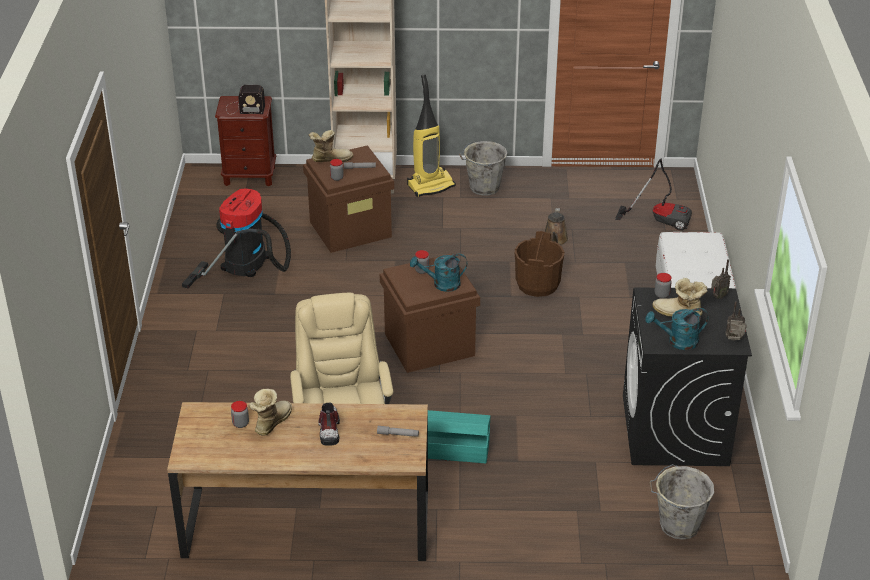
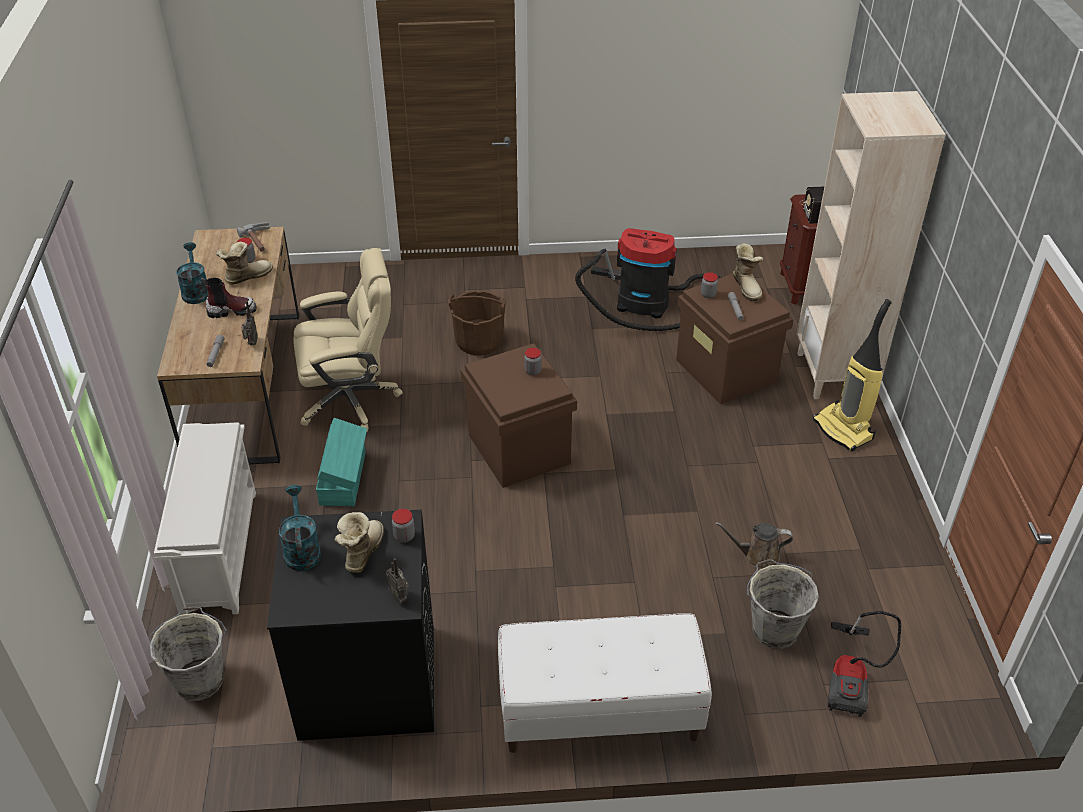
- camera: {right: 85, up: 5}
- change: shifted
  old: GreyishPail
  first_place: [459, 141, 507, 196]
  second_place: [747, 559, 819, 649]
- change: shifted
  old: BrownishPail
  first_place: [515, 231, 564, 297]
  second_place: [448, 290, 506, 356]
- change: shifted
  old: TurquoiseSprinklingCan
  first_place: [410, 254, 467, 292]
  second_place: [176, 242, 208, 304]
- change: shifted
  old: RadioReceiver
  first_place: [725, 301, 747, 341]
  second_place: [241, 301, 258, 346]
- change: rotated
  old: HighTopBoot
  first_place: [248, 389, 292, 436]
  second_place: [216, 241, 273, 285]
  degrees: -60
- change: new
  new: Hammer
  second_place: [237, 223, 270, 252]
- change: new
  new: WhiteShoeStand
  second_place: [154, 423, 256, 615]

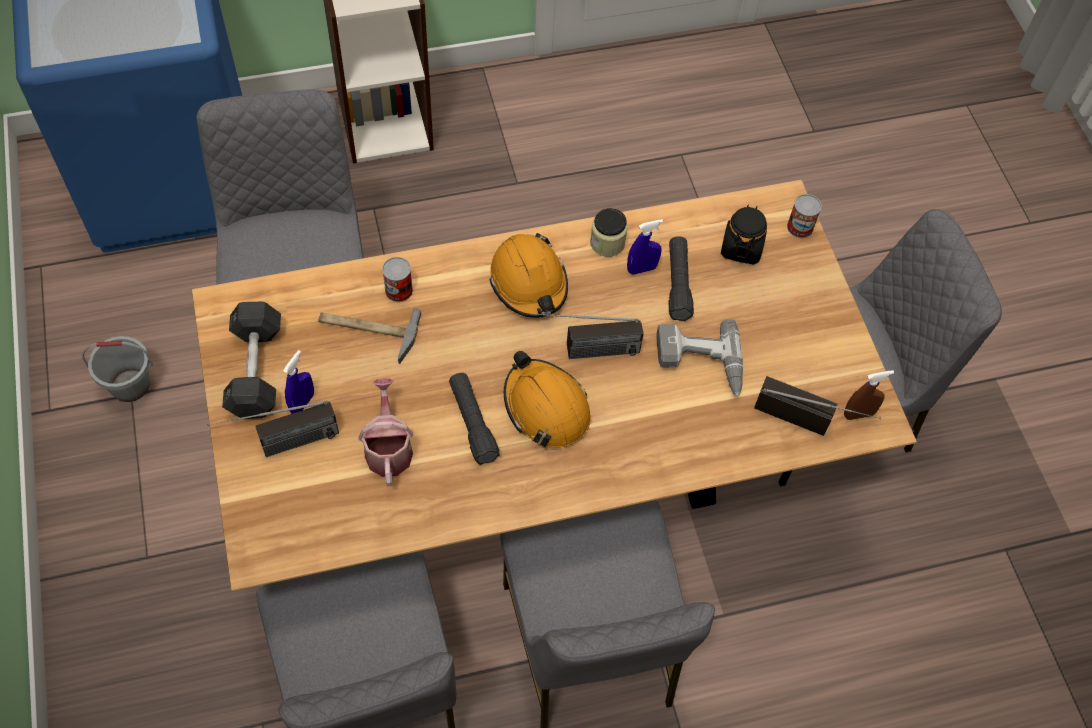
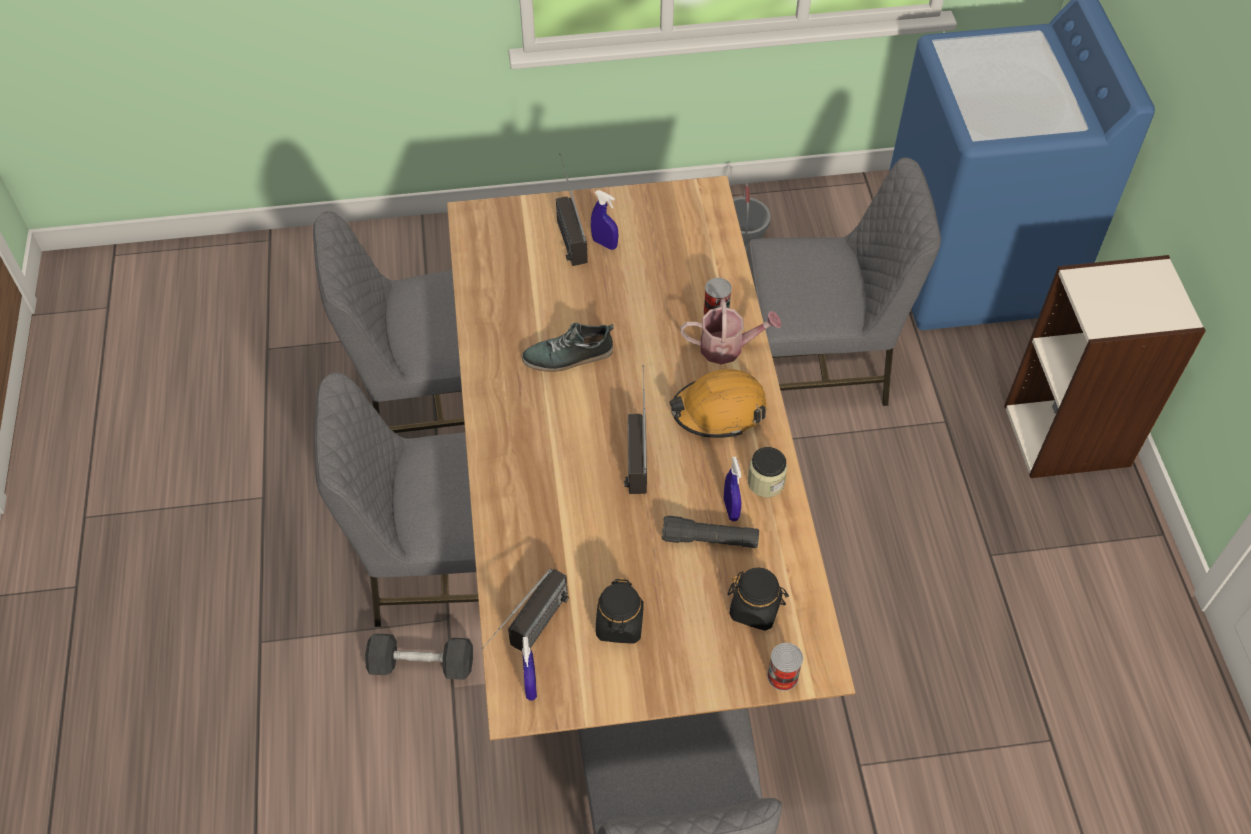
- camera: {right: 100, up: -5}
- change: shifted
  old: GreyishHandWeight
  first_place: [222, 302, 281, 419]
  second_place: [365, 634, 473, 680]
- change: gone
  old: Hammer
  first_place: [318, 308, 421, 364]
- change: gone
  old: PowerDrill
  first_place: [656, 319, 743, 396]
- change: gone
  old: OrangeyHardHat
  first_place: [504, 351, 591, 448]
- change: repainted
  old: BrownishSprayer
  new: BluishSprayer
  first_place: [844, 370, 894, 420]
  second_place: [522, 637, 537, 701]
- change: swapped
  old: BlackColouredHandTorch
  new: LowShoe
  first_place: [449, 373, 500, 465]
  second_place: [522, 322, 614, 372]
- change: shifted
  old: SprinklingCan
  first_place: [358, 378, 413, 486]
  second_place: [680, 299, 782, 365]
- change: new
  new: BlackColouredPreserveJar
  second_place: [596, 578, 644, 644]

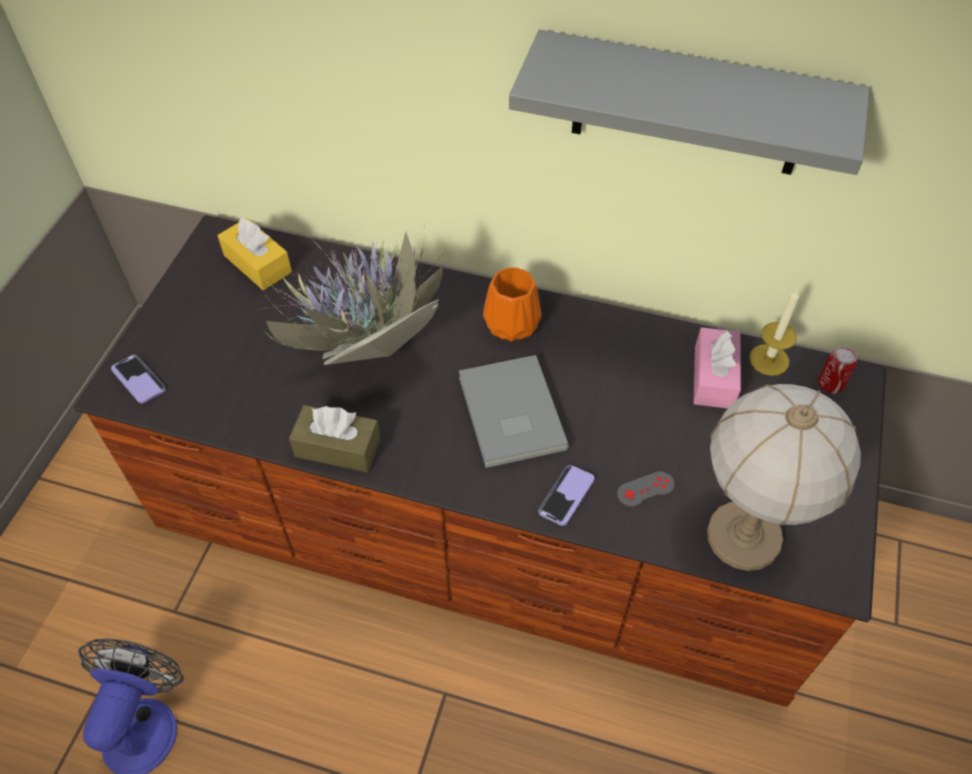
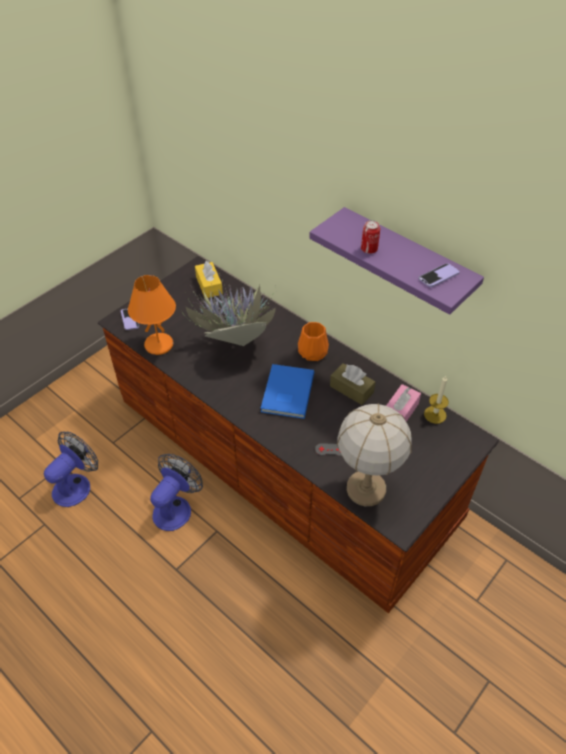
- camera: {right: 25, up: -5}
- change: repainted
  old: GreyishShelf
  new: PurpleColouredShelf
  first_place: [509, 30, 870, 175]
  second_place: [309, 207, 484, 315]
- change: shifted
  old: Can
  first_place: [818, 346, 857, 394]
  second_place: [361, 220, 380, 254]
- change: repainted
  old: GreyishBoundBook
  new: BluishBoundBook
  first_place: [459, 355, 569, 468]
  second_place: [260, 364, 314, 419]
- change: shifted
  old: BrownishBoxOfTissues
  first_place: [289, 405, 381, 472]
  second_place: [330, 363, 375, 405]
- change: shifted
  old: Telephone
  first_place: [538, 465, 594, 526]
  second_place: [419, 264, 460, 287]
- change: new
  new: OrangeyTableLamp
  second_place: [128, 275, 176, 355]
- change: new
  new: ElectricFan
  second_place: [150, 454, 203, 531]

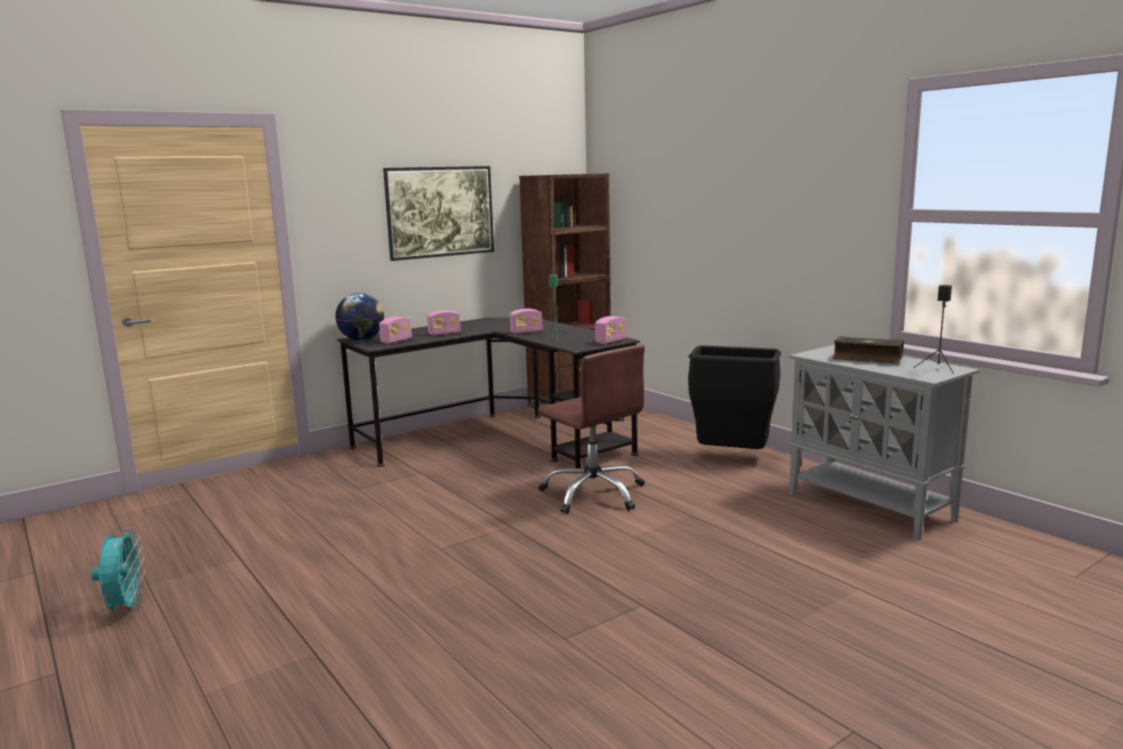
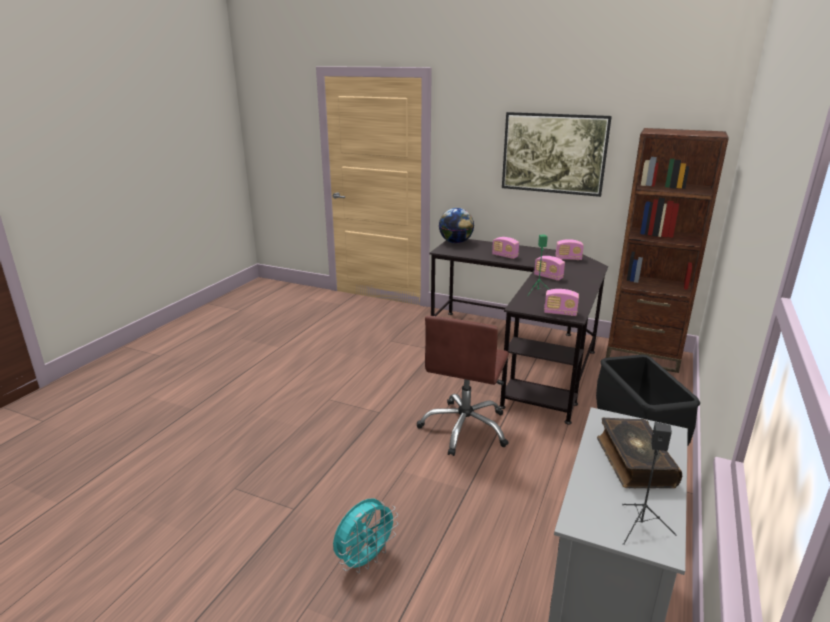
- camera: {right: 60, up: 10}
- change: shifted
  old: RadioReceiver
  first_place: [379, 317, 412, 344]
  second_place: [555, 239, 584, 260]
- change: shifted
  old: TurquoiseElectricFan
  first_place: [91, 527, 146, 613]
  second_place: [333, 498, 398, 573]

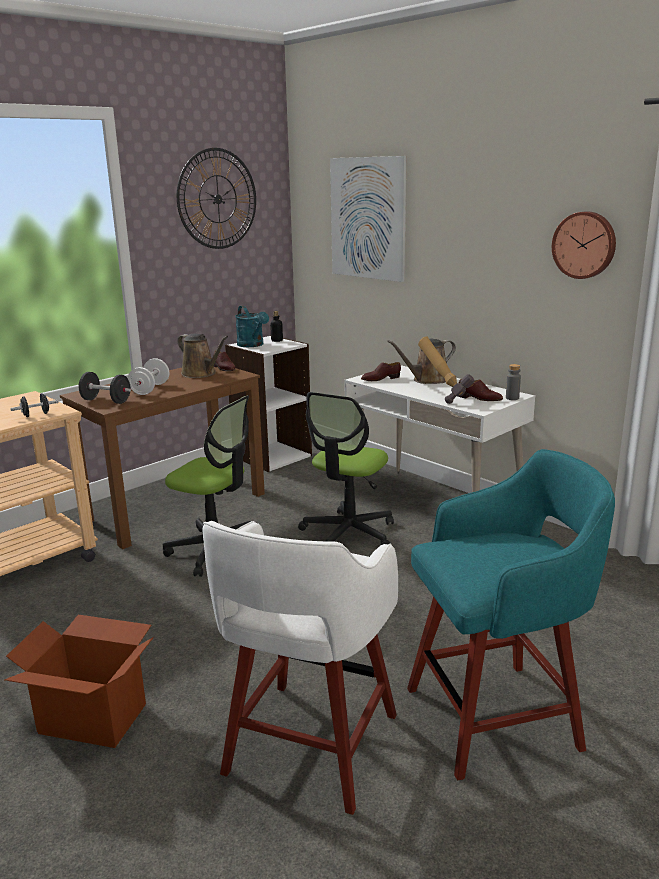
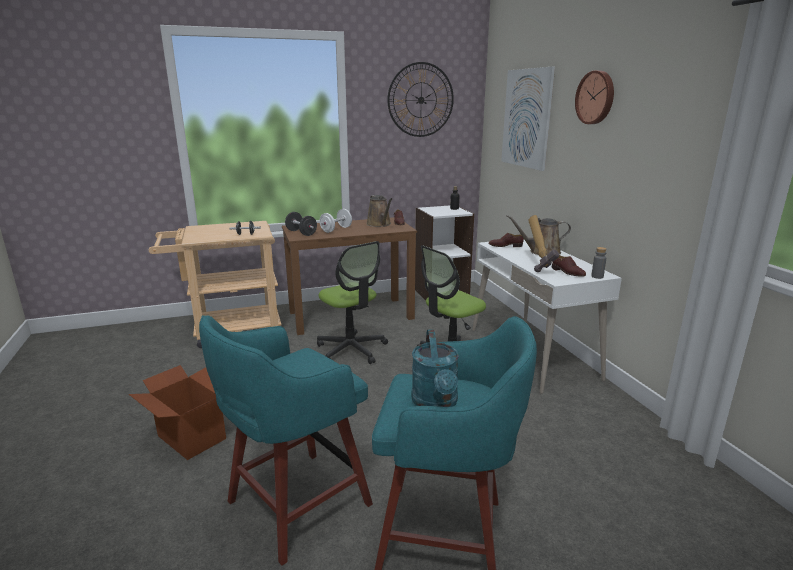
- camera: {right: 25, up: 0}
- change: shifted
  old: WallClock
  first_place: [552, 211, 616, 279]
  second_place: [575, 70, 614, 124]
- change: shifted
  old: TurquoiseSprinklingCan
  first_place: [235, 305, 269, 347]
  second_place: [411, 329, 459, 407]
- change: repainted
  old: WhiteSittingStool
  new: TurquoiseSittingStool
  first_place: [202, 521, 398, 815]
  second_place: [199, 315, 373, 566]

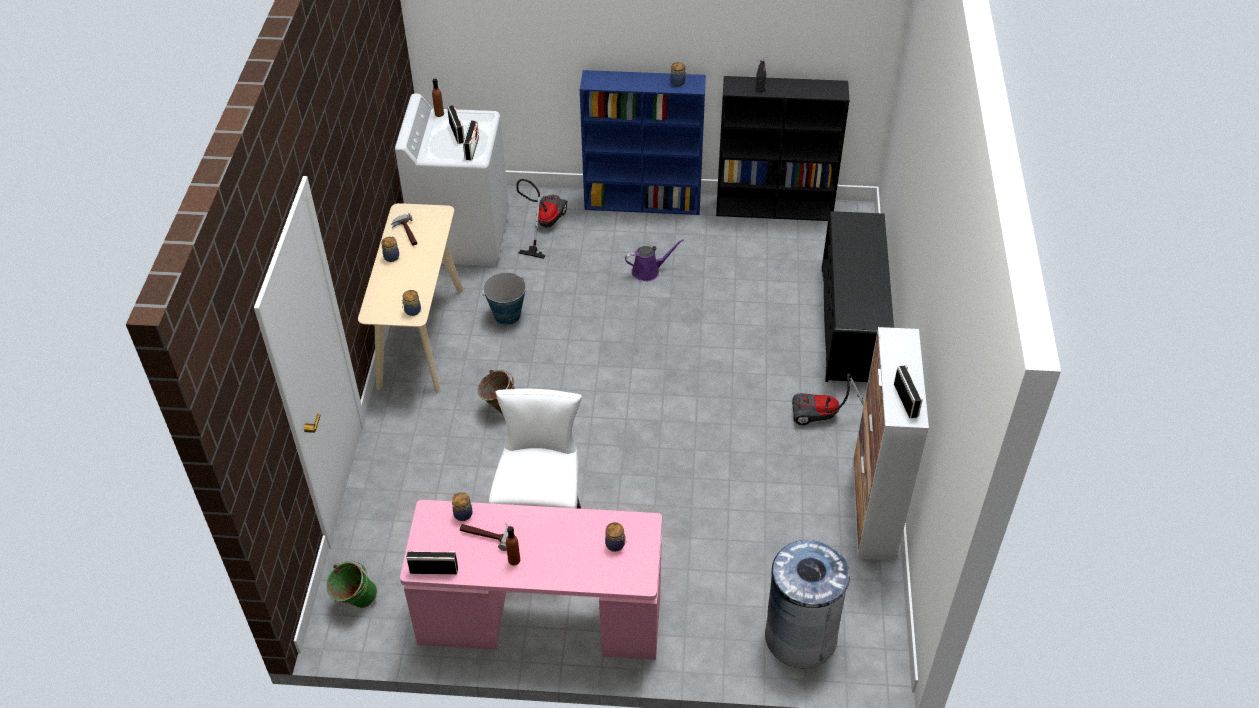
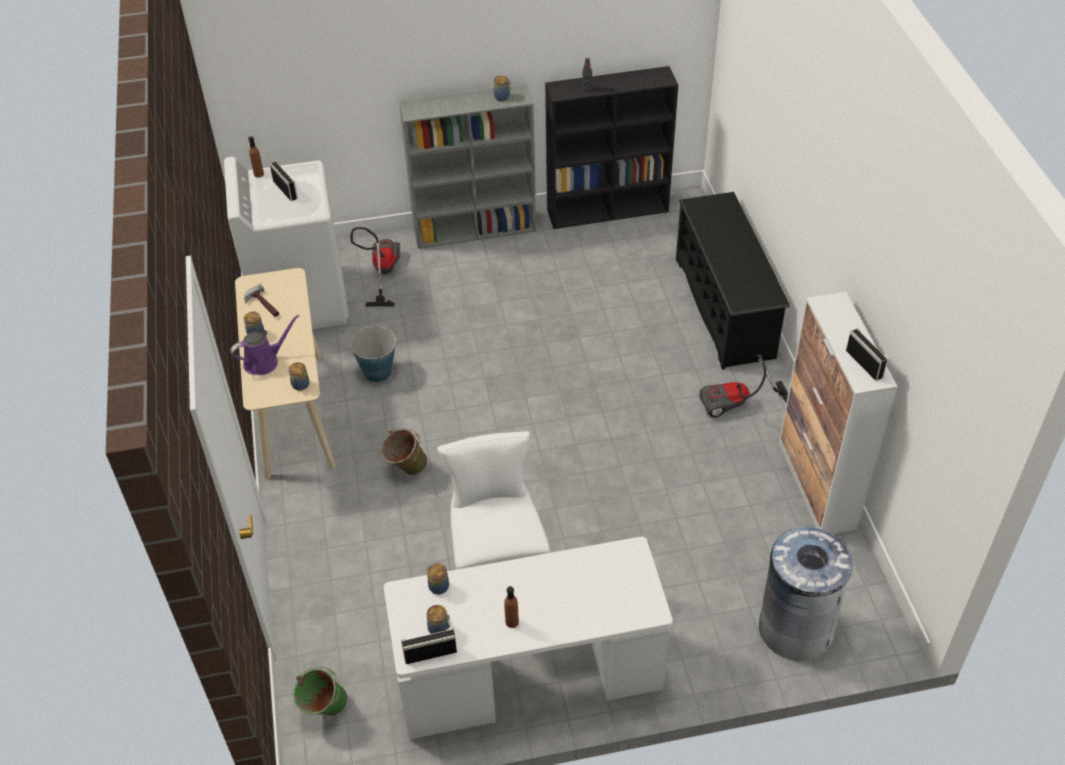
- camera: {right: -15, up: 0}
- change: repainted
  old: BluishBookshelf
  new: GreyishBookshelf
  first_place: [580, 70, 706, 215]
  second_place: [399, 85, 536, 249]
- change: gone
  old: RadioReceiver
  first_place: [463, 120, 479, 160]
- change: shifted
  old: PurpleColouredSprinklingCan
  first_place: [625, 239, 684, 281]
  second_place: [230, 314, 299, 375]
- change: repainted
  old: PinkishDeskUnit
  new: WhiteDeskUnit
  first_place: [400, 500, 662, 660]
  second_place: [384, 537, 673, 739]
- change: gone
  old: Hammer
  first_place: [460, 522, 509, 551]
- change: shifted
  old: PreserveJar
  first_place: [605, 522, 626, 552]
  second_place: [427, 605, 451, 634]

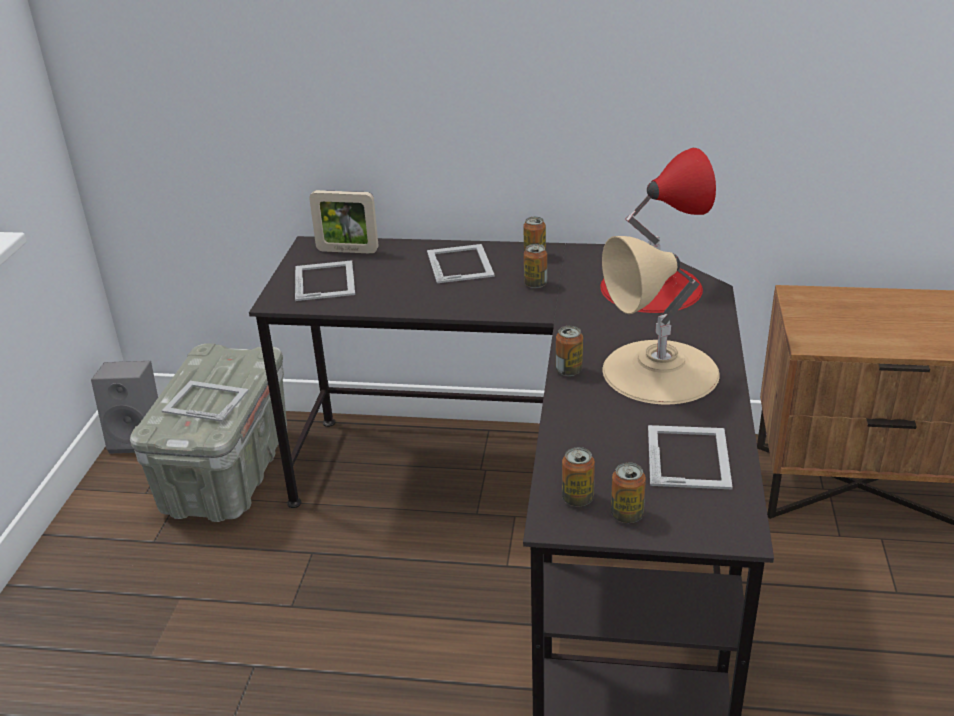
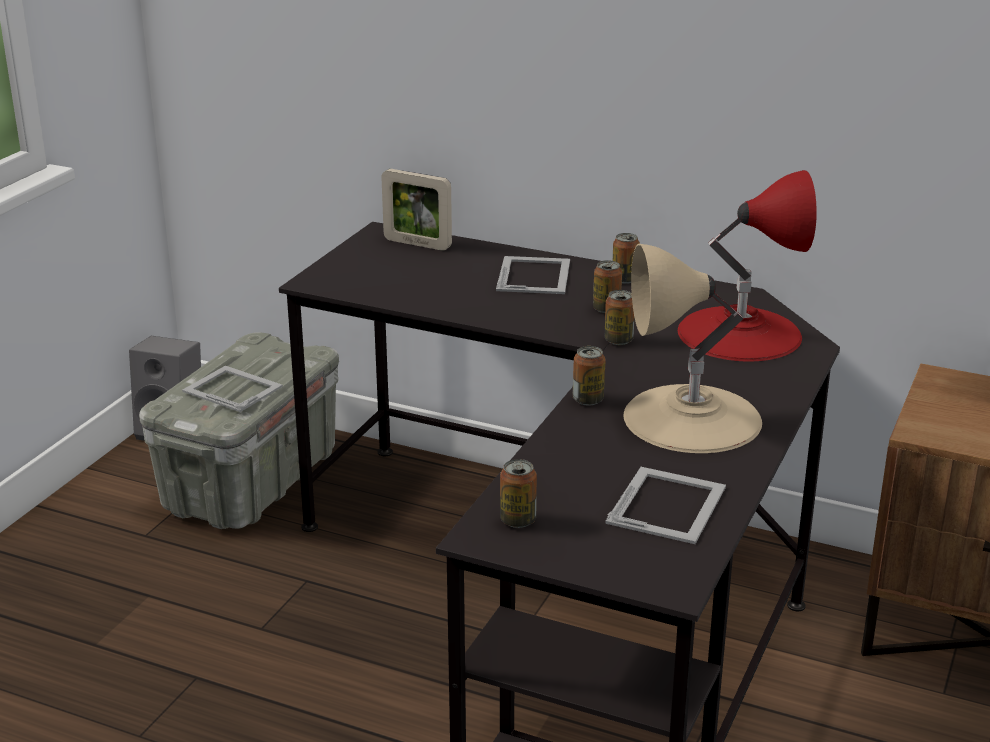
- camera: {right: 15, up: -5}
- change: gone
  old: PictureFrame
  first_place: [295, 260, 355, 301]
- change: shifted
  old: Can
  first_place: [611, 462, 646, 523]
  second_place: [605, 290, 634, 345]

